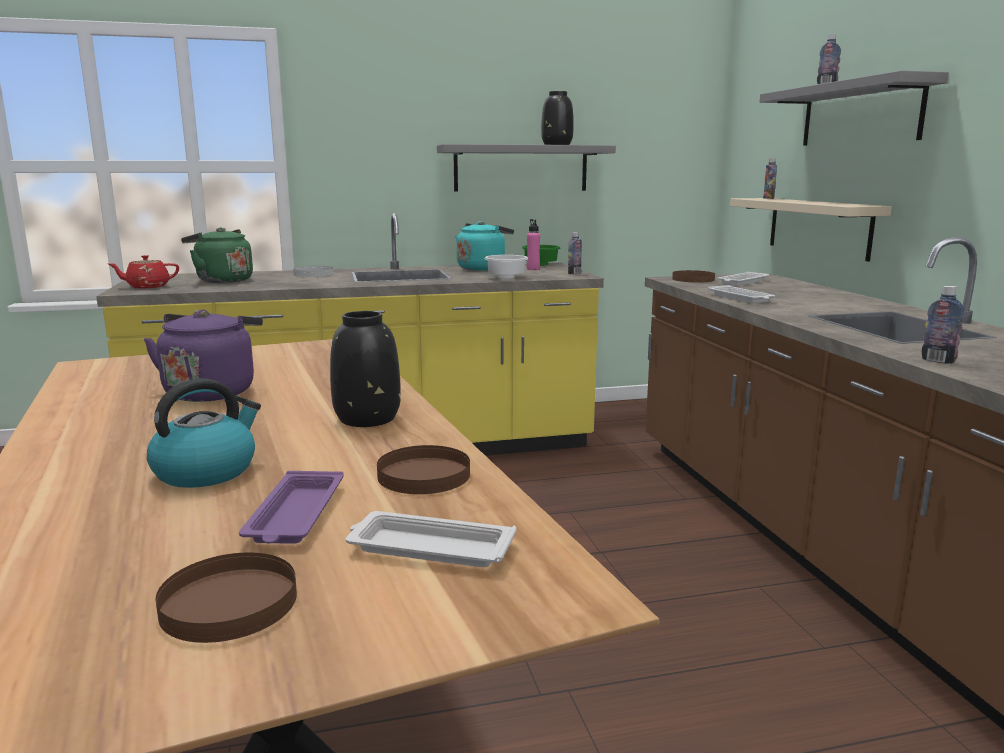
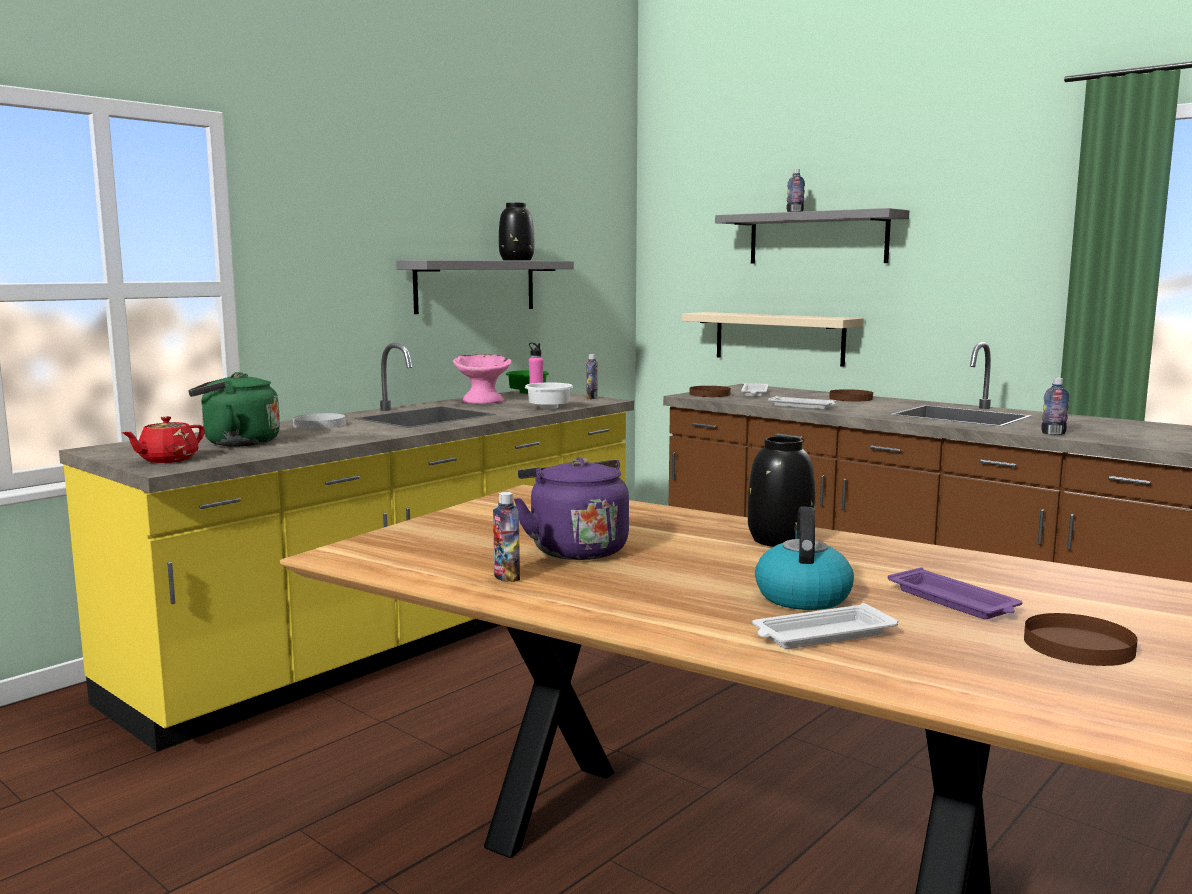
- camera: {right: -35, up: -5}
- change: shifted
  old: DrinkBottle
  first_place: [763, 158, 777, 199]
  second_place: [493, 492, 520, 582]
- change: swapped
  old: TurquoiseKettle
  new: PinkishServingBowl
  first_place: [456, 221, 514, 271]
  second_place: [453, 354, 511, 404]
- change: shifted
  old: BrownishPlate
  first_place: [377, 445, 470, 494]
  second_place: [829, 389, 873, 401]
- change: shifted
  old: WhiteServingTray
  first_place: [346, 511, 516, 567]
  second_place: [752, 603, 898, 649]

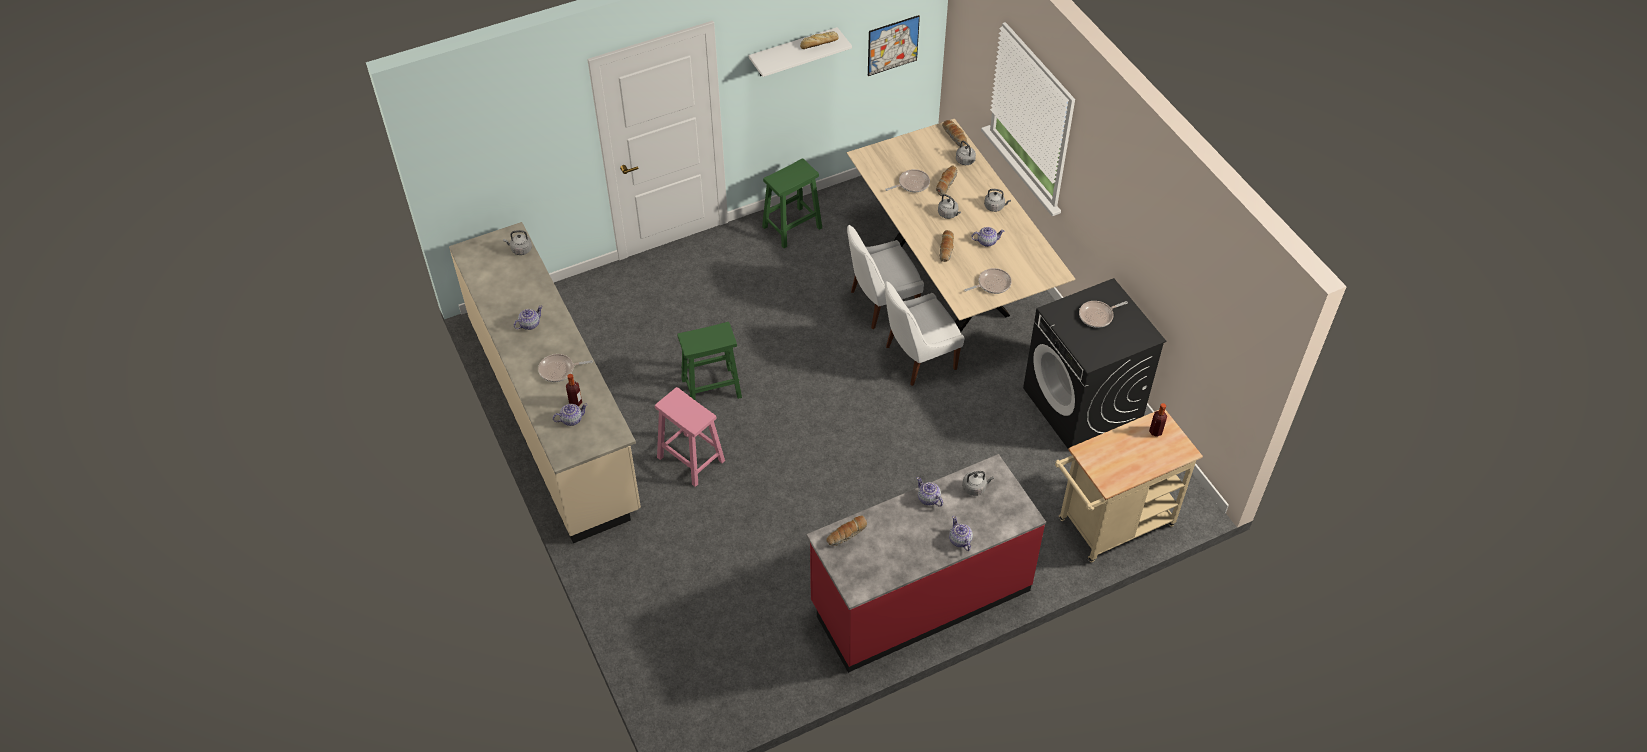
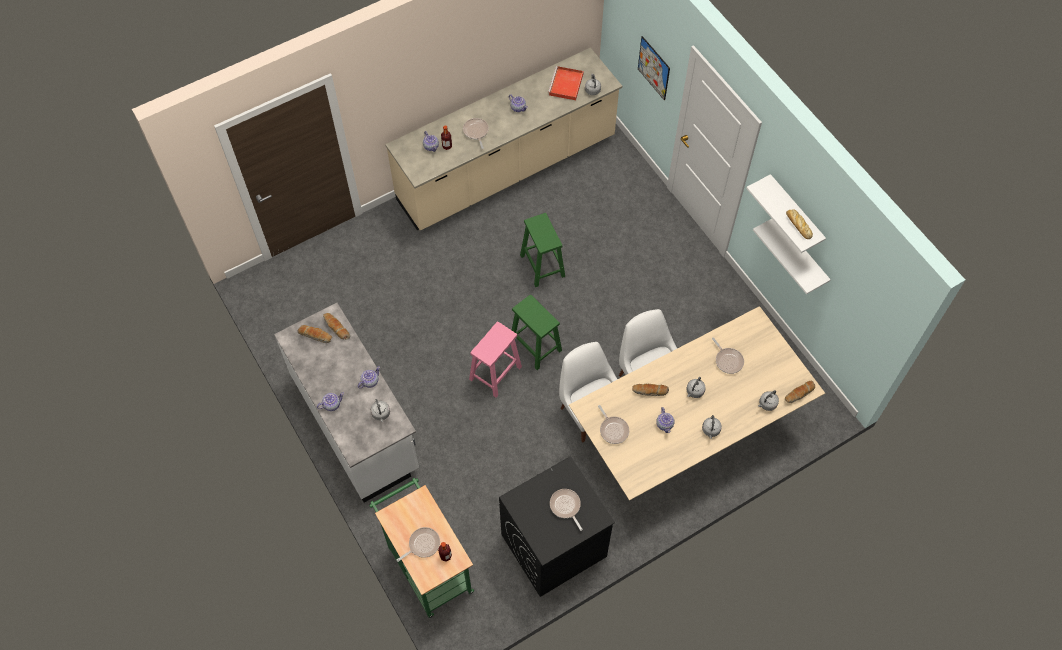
- camera: {right: 85, up: 10}
- change: shifted
  old: Picture
  first_place: [868, 15, 920, 76]
  second_place: [638, 36, 670, 100]
- change: shifted
  old: GreenColouredSittingStool
  first_place: [762, 158, 822, 248]
  second_place: [512, 294, 562, 370]
- change: shifted
  old: BakedBread
  first_place: [936, 165, 957, 196]
  second_place: [298, 325, 332, 343]
- change: shifted
  old: PinkishSittingStool
  first_place: [655, 387, 725, 487]
  second_place: [469, 321, 522, 398]
- change: repainted
  old: SandColouredTrolley
  new: GreenColouredTrolley
  first_place: [1055, 410, 1203, 563]
  second_place: [369, 478, 474, 618]
- change: repainted
  old: ReddishKitchenCounter
  new: WhiteKitchenCounter
  first_place: [807, 454, 1046, 673]
  second_place: [274, 303, 419, 503]
- change: new
  new: ReddishServingTray
  second_place: [548, 66, 584, 100]
- change: new
  new: WhiteShelf
  second_place: [753, 219, 831, 294]
- change: new
  new: FryingPan
  second_place: [397, 527, 440, 562]

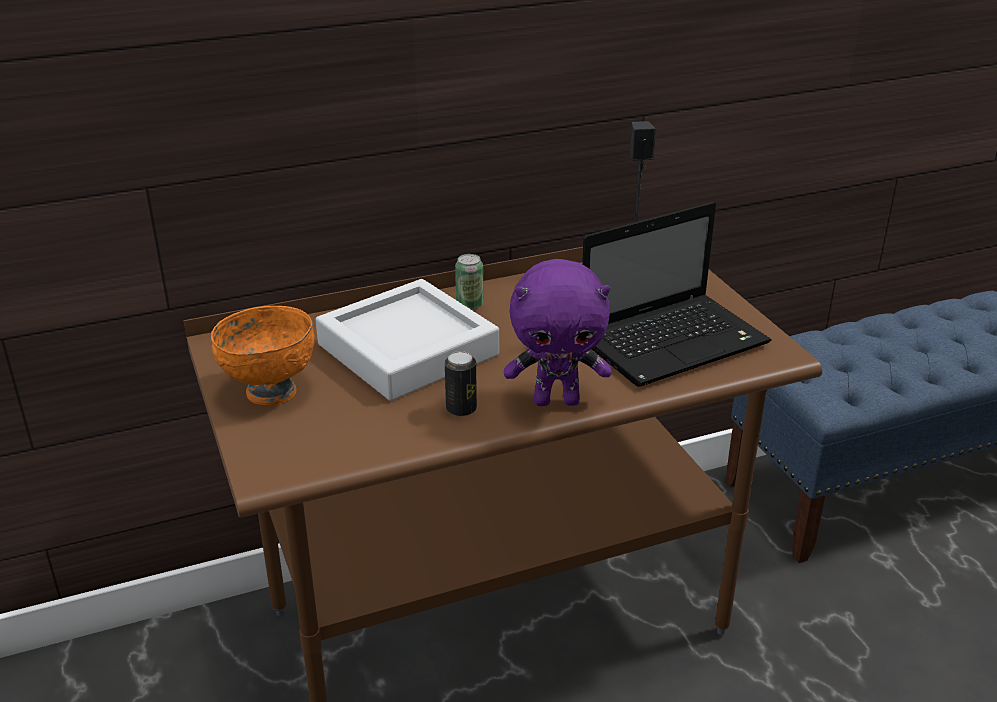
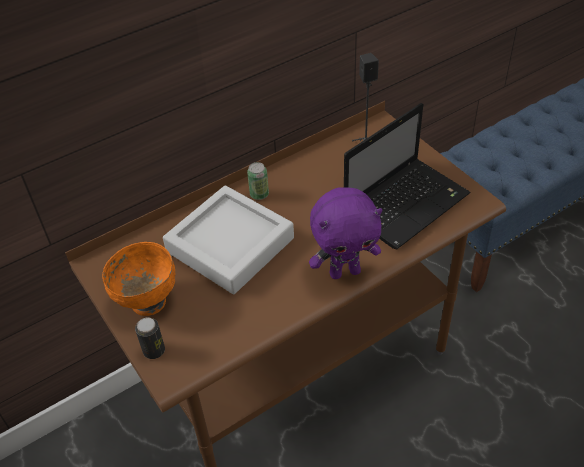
- camera: {right: -10, up: 15}
- change: shifted
  old: Can
  first_place: [445, 351, 477, 417]
  second_place: [135, 317, 165, 359]

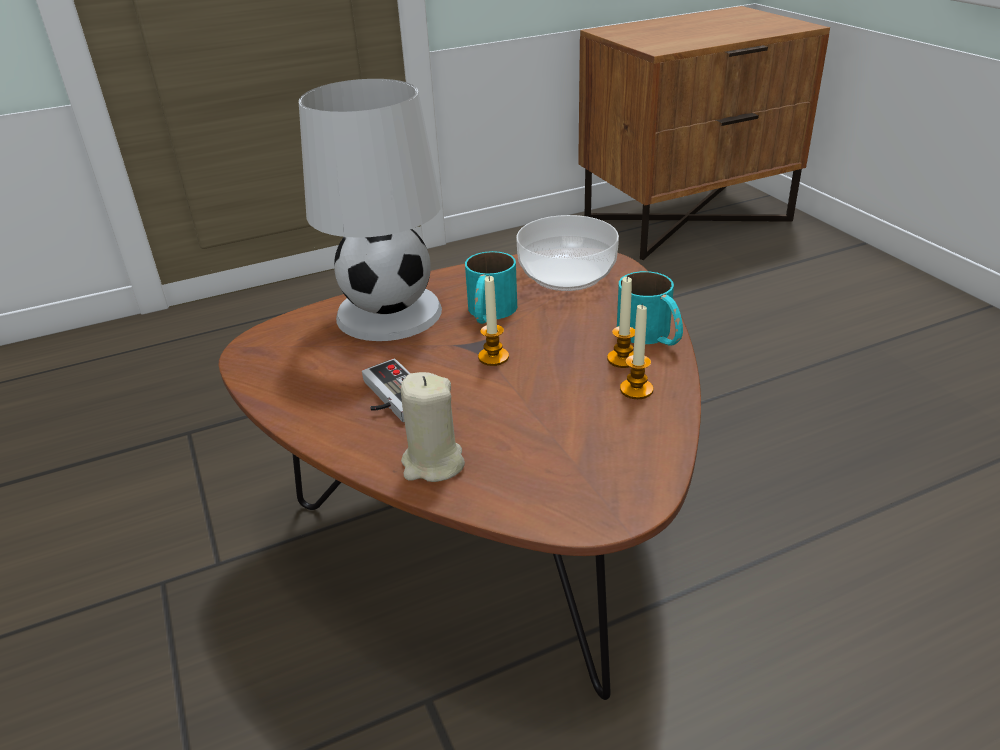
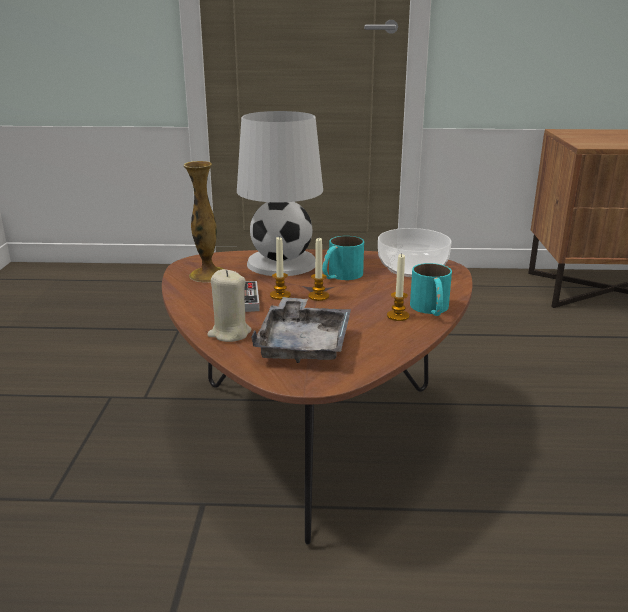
- camera: {right: 25, up: -10}
- change: shifted
  old: WaxCandle
  first_place: [620, 305, 653, 399]
  second_place: [270, 237, 291, 300]
- change: new
  new: DecorativeVase
  second_place: [183, 161, 223, 282]
- change: new
  new: GreyishServingTray
  second_place: [251, 297, 351, 363]

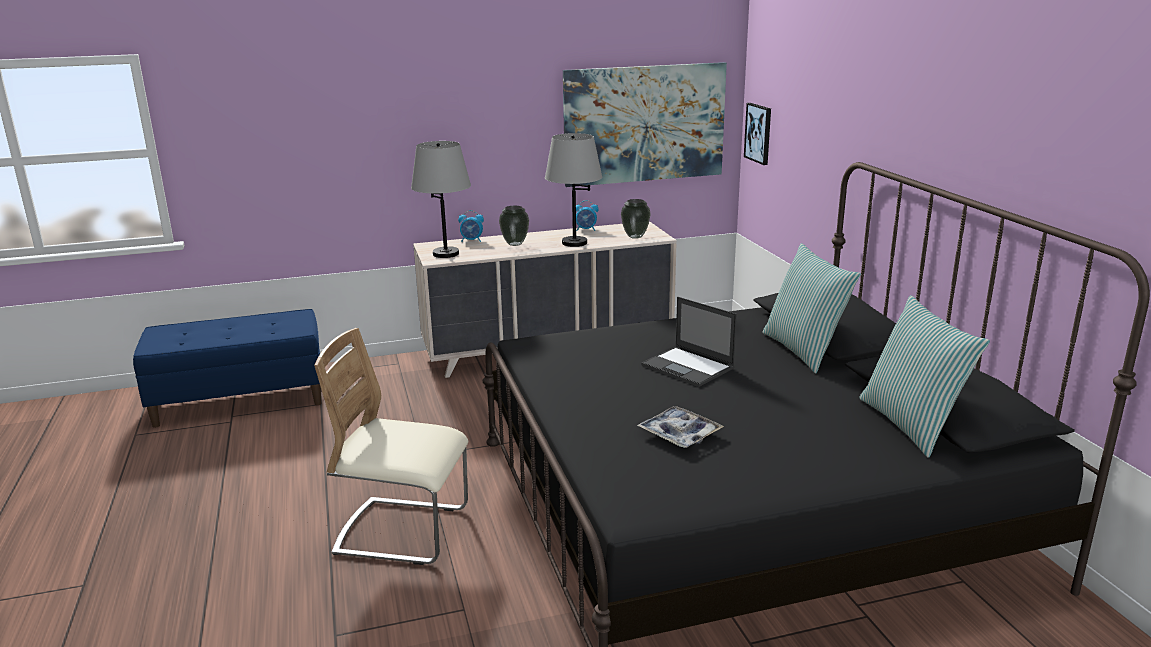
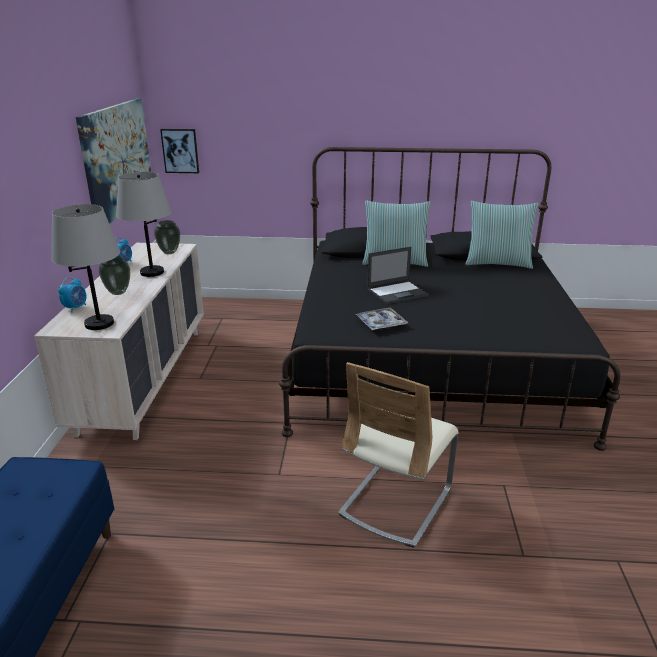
- camera: {right: -70, up: 5}
- change: shifted
  old: ServingTray
  first_place: [637, 406, 724, 448]
  second_place: [355, 308, 408, 330]

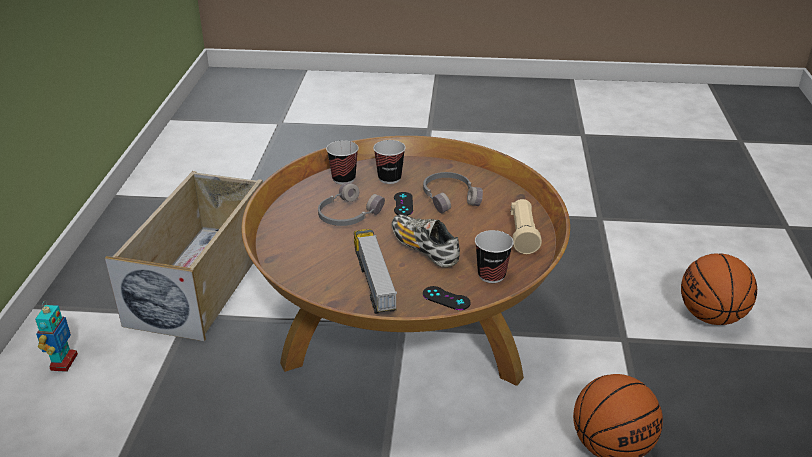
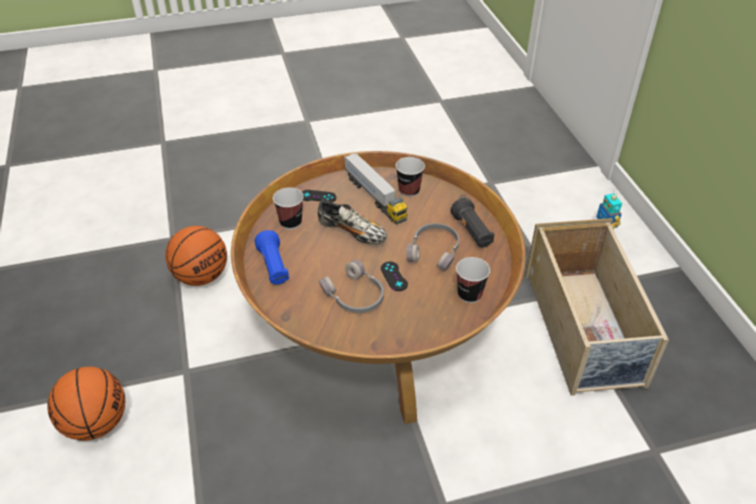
- camera: {right: 160, up: 10}
- change: shifted
  old: Cup
  first_place: [373, 140, 406, 184]
  second_place: [396, 157, 425, 197]
- change: repainted
  old: SandColouredHandTorch
  new: BluishHandTorch
  first_place: [511, 199, 542, 254]
  second_place: [254, 230, 289, 285]
- change: new
  new: BlackColouredHandTorch
  second_place: [451, 198, 495, 248]

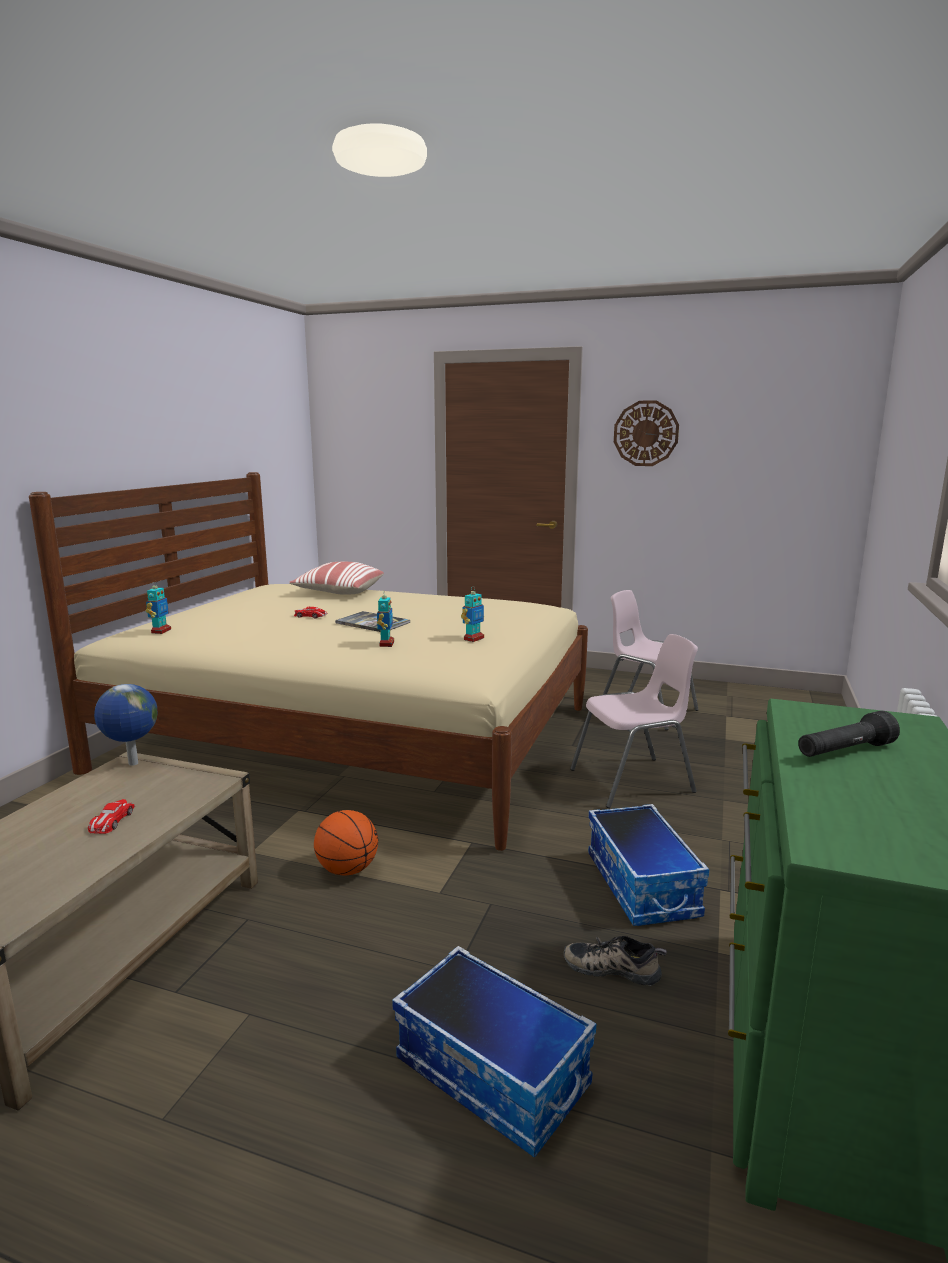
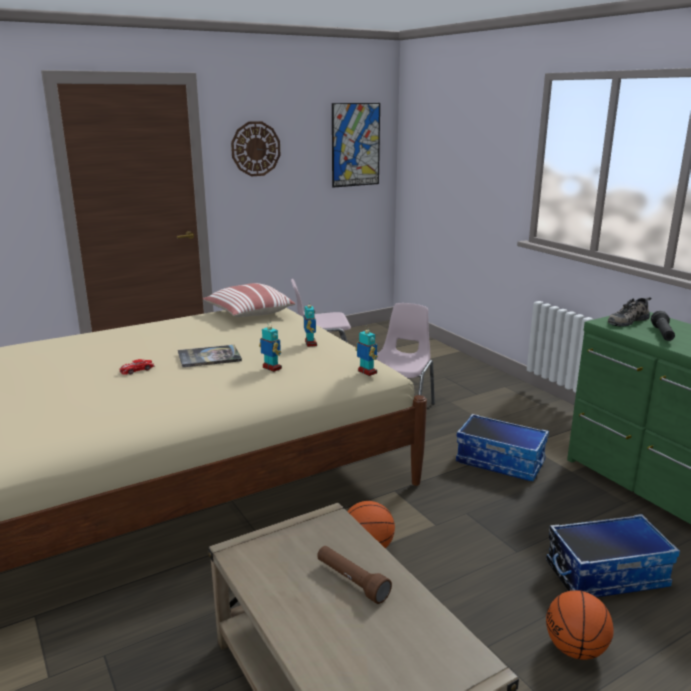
- camera: {right: -50, up: 5}
- change: shifted
  old: Pillow
  first_place: [289, 562, 384, 595]
  second_place: [202, 283, 295, 317]
- change: shifted
  old: ToyRobot
  first_place: [146, 581, 171, 634]
  second_place: [355, 325, 378, 376]
- change: gone
  old: Globe
  first_place: [94, 684, 157, 766]
- change: swapped
  old: MiniatureCar
  new: BrownishHandTorch
  first_place: [88, 799, 136, 834]
  second_place: [317, 546, 392, 604]
- change: shifted
  old: LowShoe
  first_place: [564, 936, 667, 986]
  second_place: [608, 297, 652, 327]
- change: new
  new: Picture
  second_place: [332, 103, 380, 188]
- change: new
  new: BallForBasketball
  second_place: [546, 590, 614, 660]

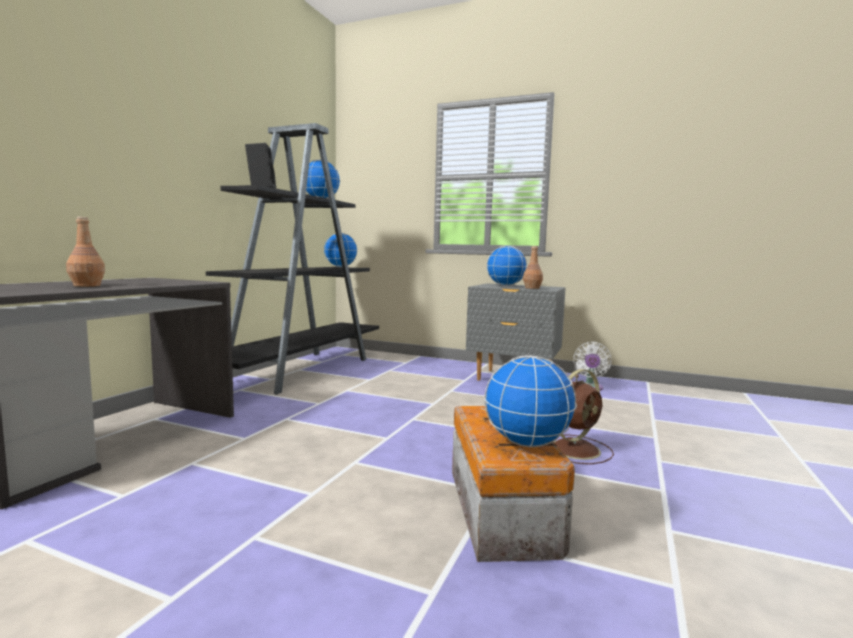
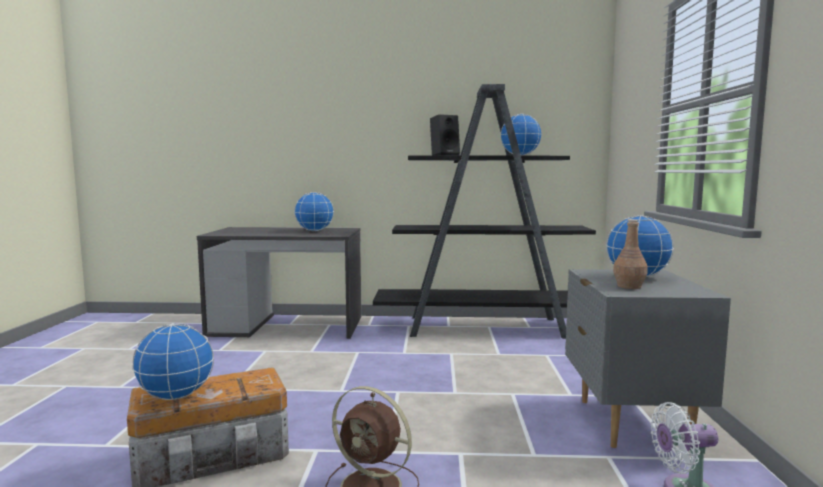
- camera: {right: 70, up: 0}
- change: gone
  old: BrownishDrinkBottle
  first_place: [66, 217, 105, 287]
- change: shifted
  old: Globe
  first_place: [323, 233, 358, 267]
  second_place: [294, 192, 334, 231]

